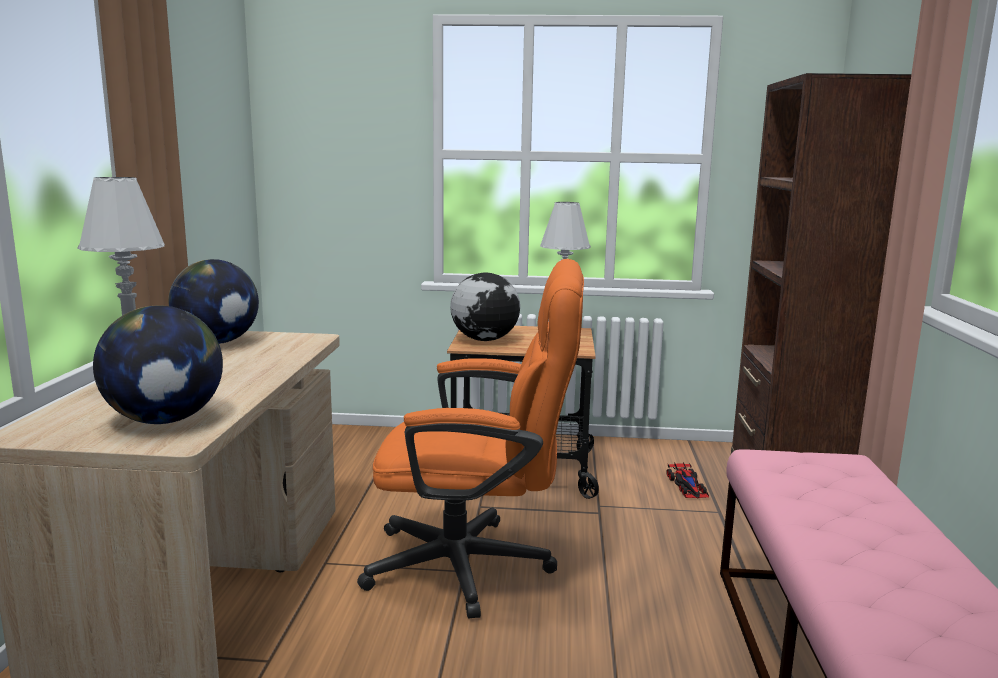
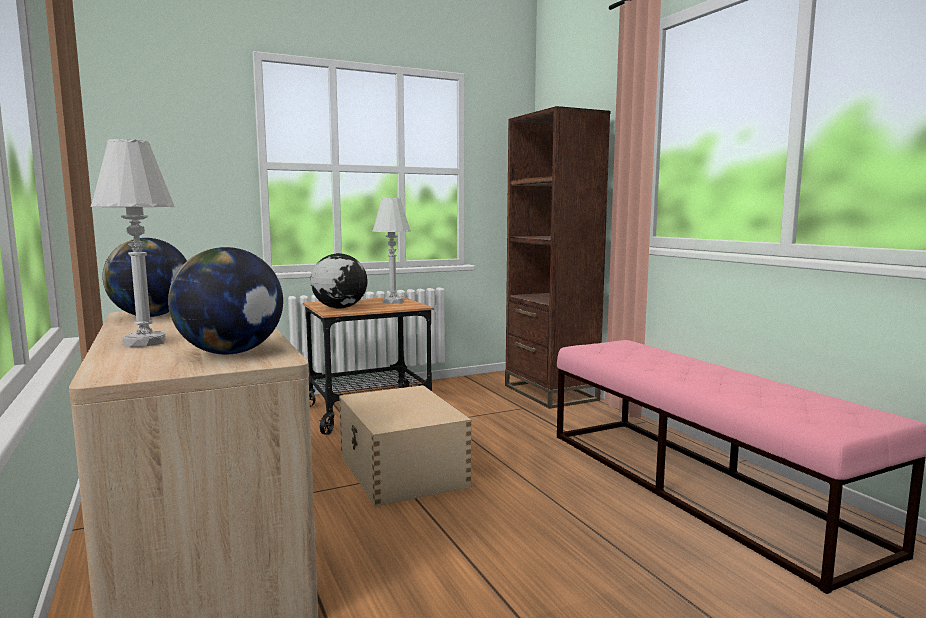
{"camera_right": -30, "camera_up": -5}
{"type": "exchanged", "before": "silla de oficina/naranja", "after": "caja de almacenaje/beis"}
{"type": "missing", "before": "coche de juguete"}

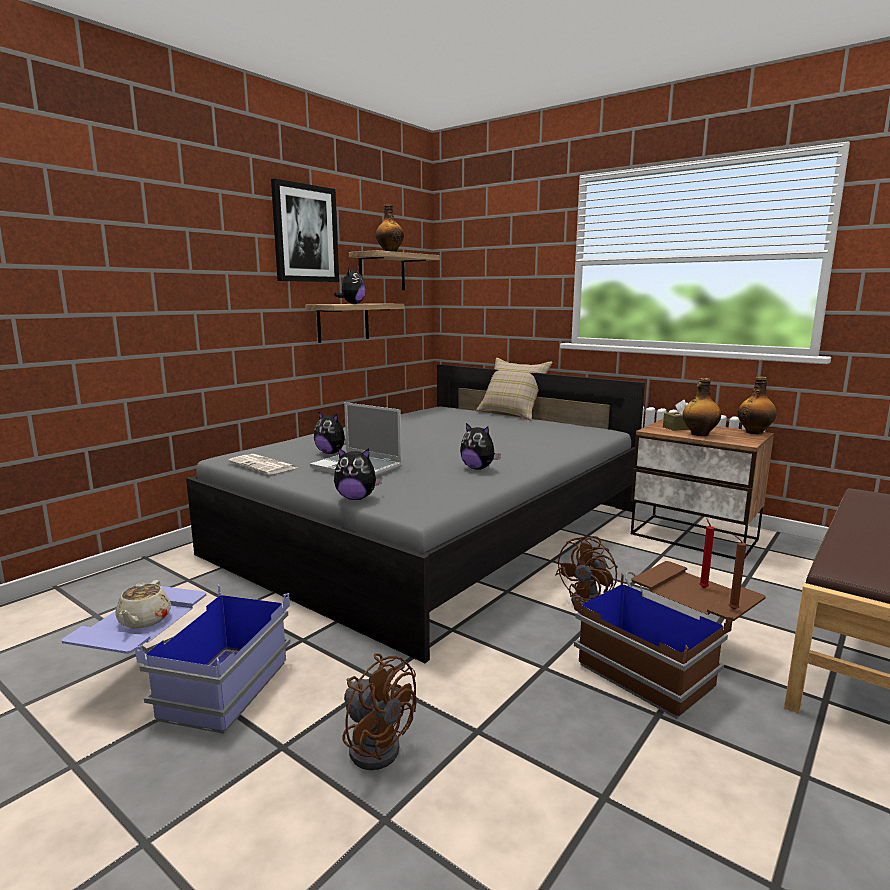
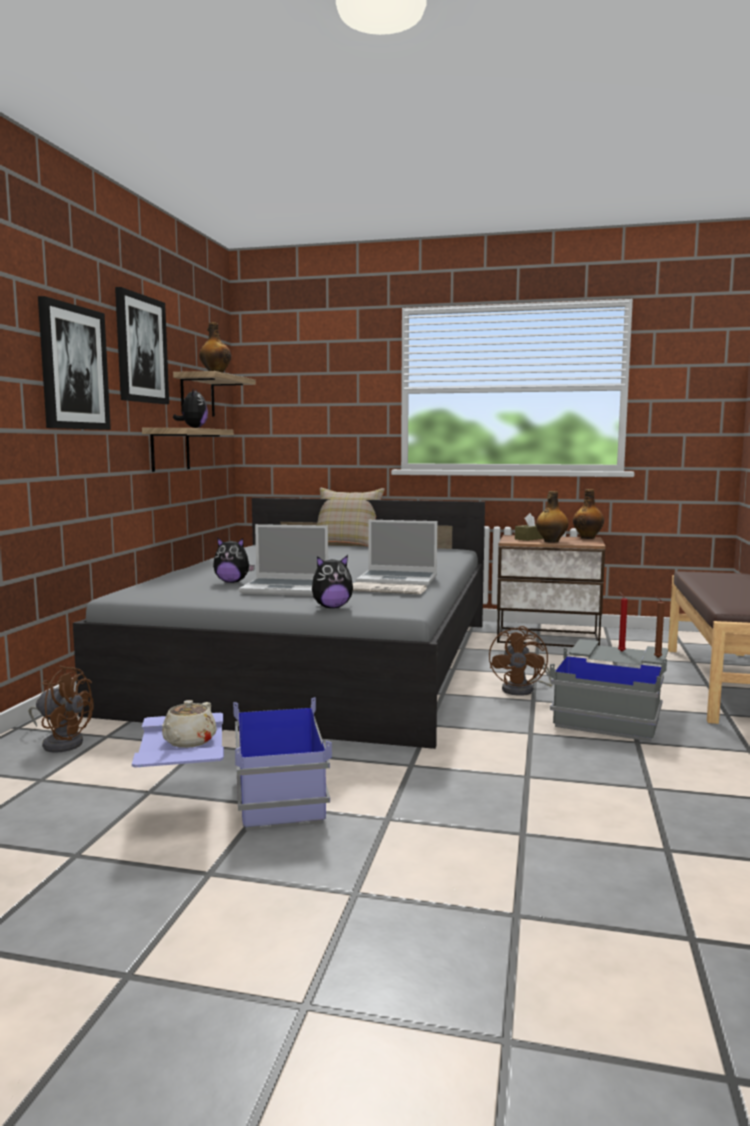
{"camera_right": -25, "camera_up": -5}
{"type": "relocated", "before": "ventilador/marrón (no. 1 from left)"}
{"type": "appeared", "after": "cuadro (no. 1 from left)"}
{"type": "spun", "before": "tetera/beis", "turn": 45}
{"type": "relocated", "before": "periódico"}
{"type": "exchanged", "before": "peluche (no. 4 from left)", "after": "portátil (no. 2 from left)"}
{"type": "colour", "before": "caja de almacenaje/marrón", "after": "caja de almacenaje/gris"}

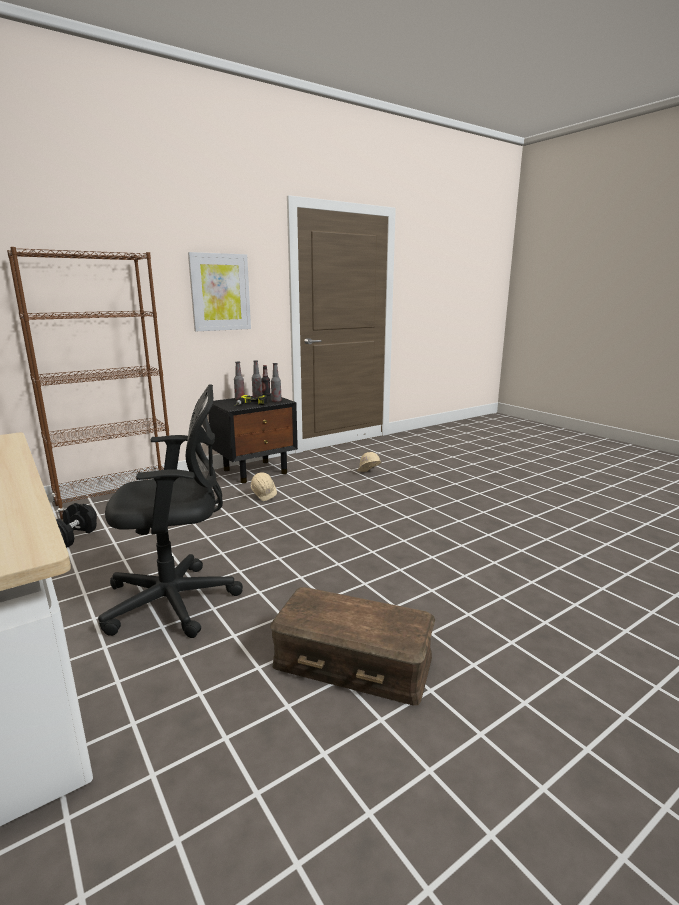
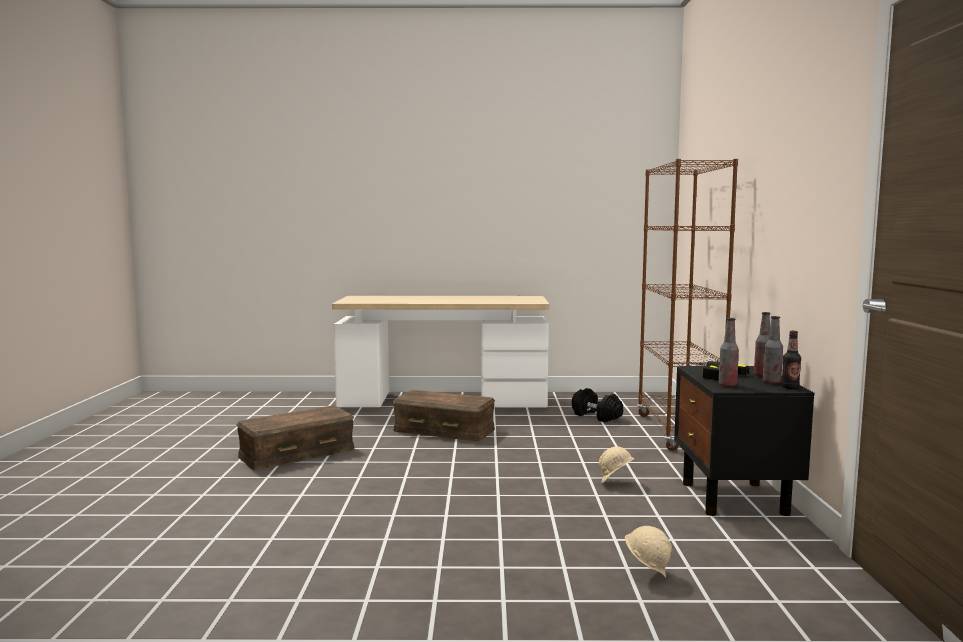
{"camera_right": 125, "camera_up": -10}
{"type": "exchanged", "before": "silla de oficina/negro", "after": "caja de almacenaje/marrón (no. 2 from left)"}
{"type": "missing", "before": "cuadro"}

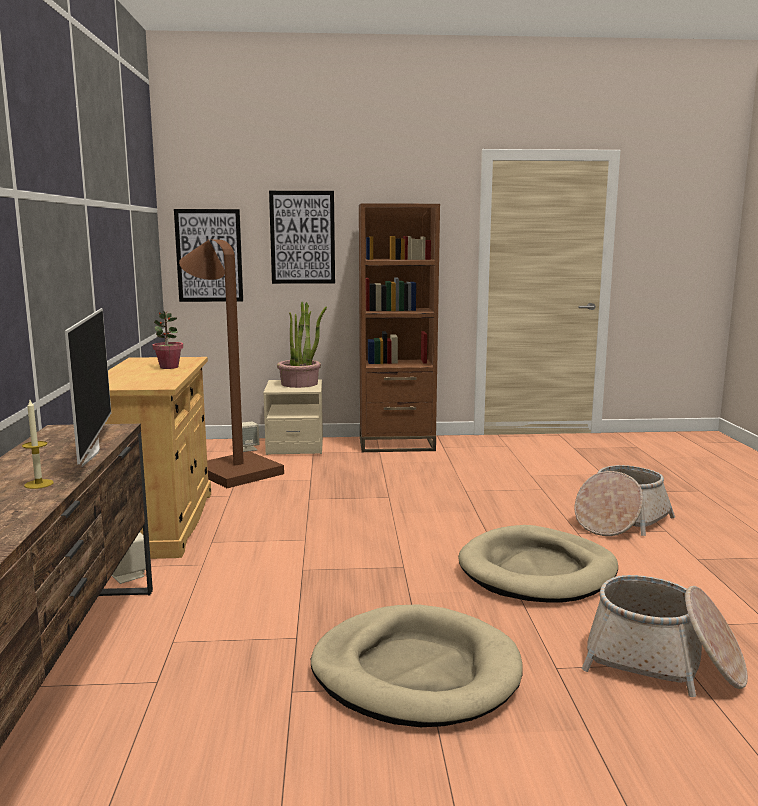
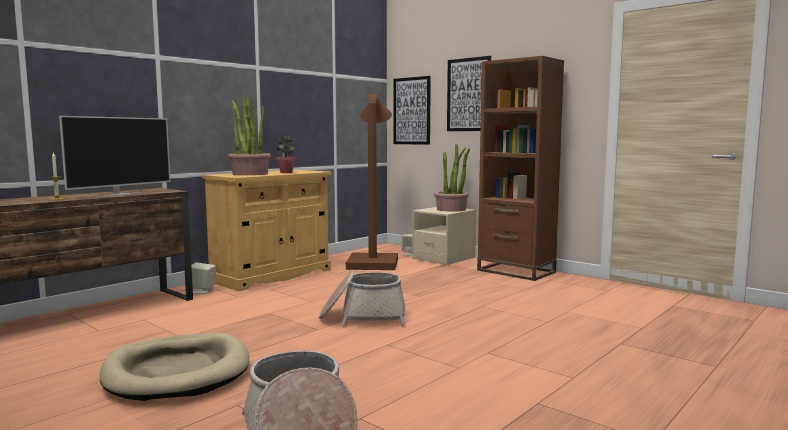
{"camera_right": 45, "camera_up": -5}
{"type": "appeared", "after": "planta en maceta (no. 1 from left)"}
{"type": "relocated", "before": "cesta (no. 1 from left in the first image)", "after": "cesta (no. 2 from left)"}
{"type": "missing", "before": "cama para perro/beis (no. 2 from left)"}

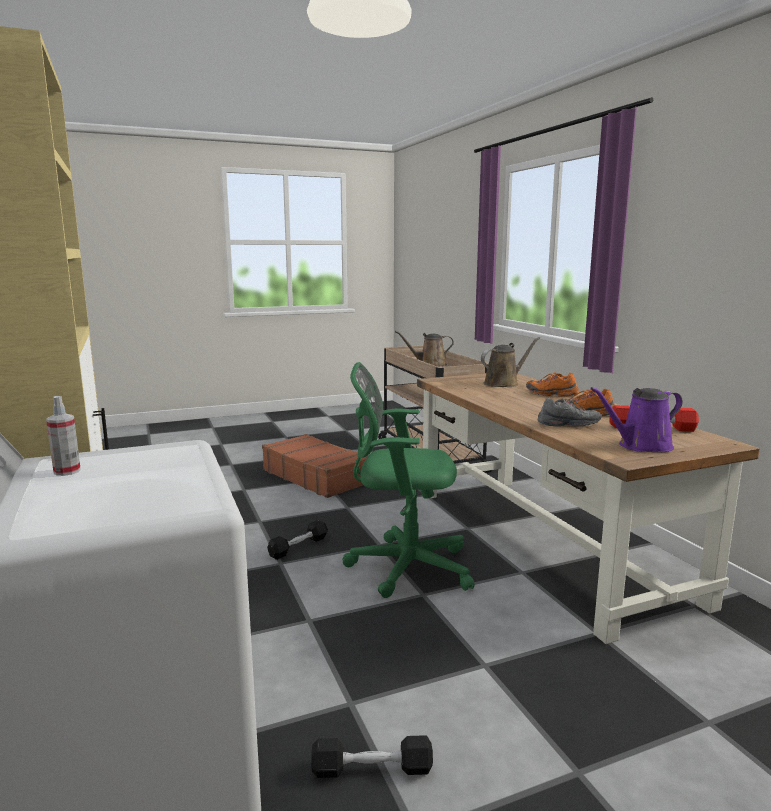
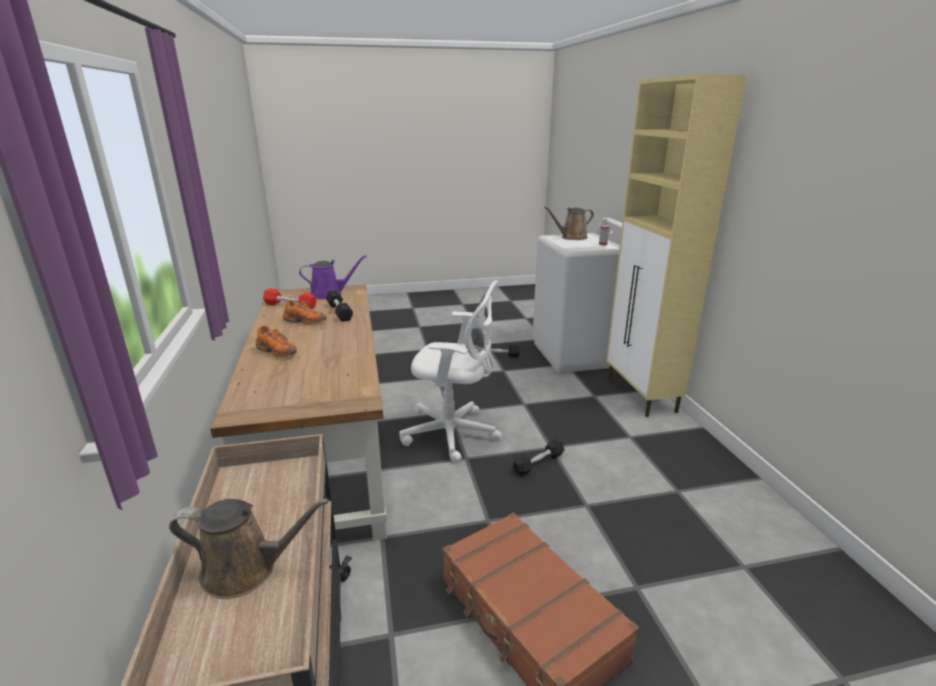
{"camera_right": -170, "camera_up": 10}
{"type": "exchanged", "before": "zapato/gris", "after": "mancuerna/negro (no. 1 from left)"}
{"type": "colour", "before": "silla de oficina/verde", "after": "silla de oficina/blanco"}
{"type": "relocated", "before": "regadera/marrón (no. 2 from left)"}

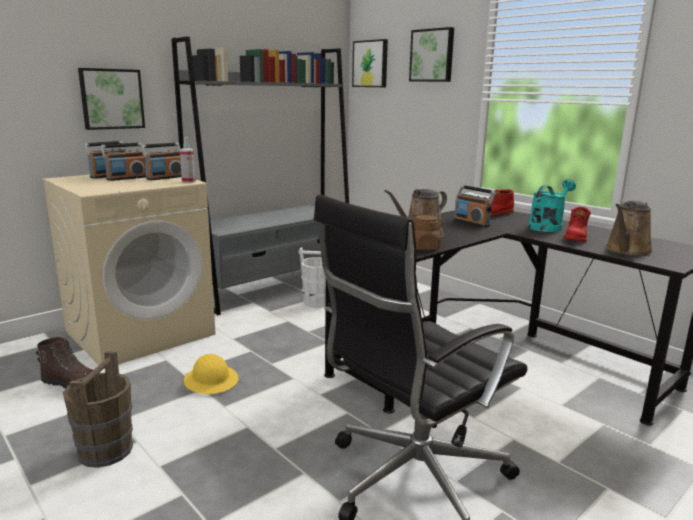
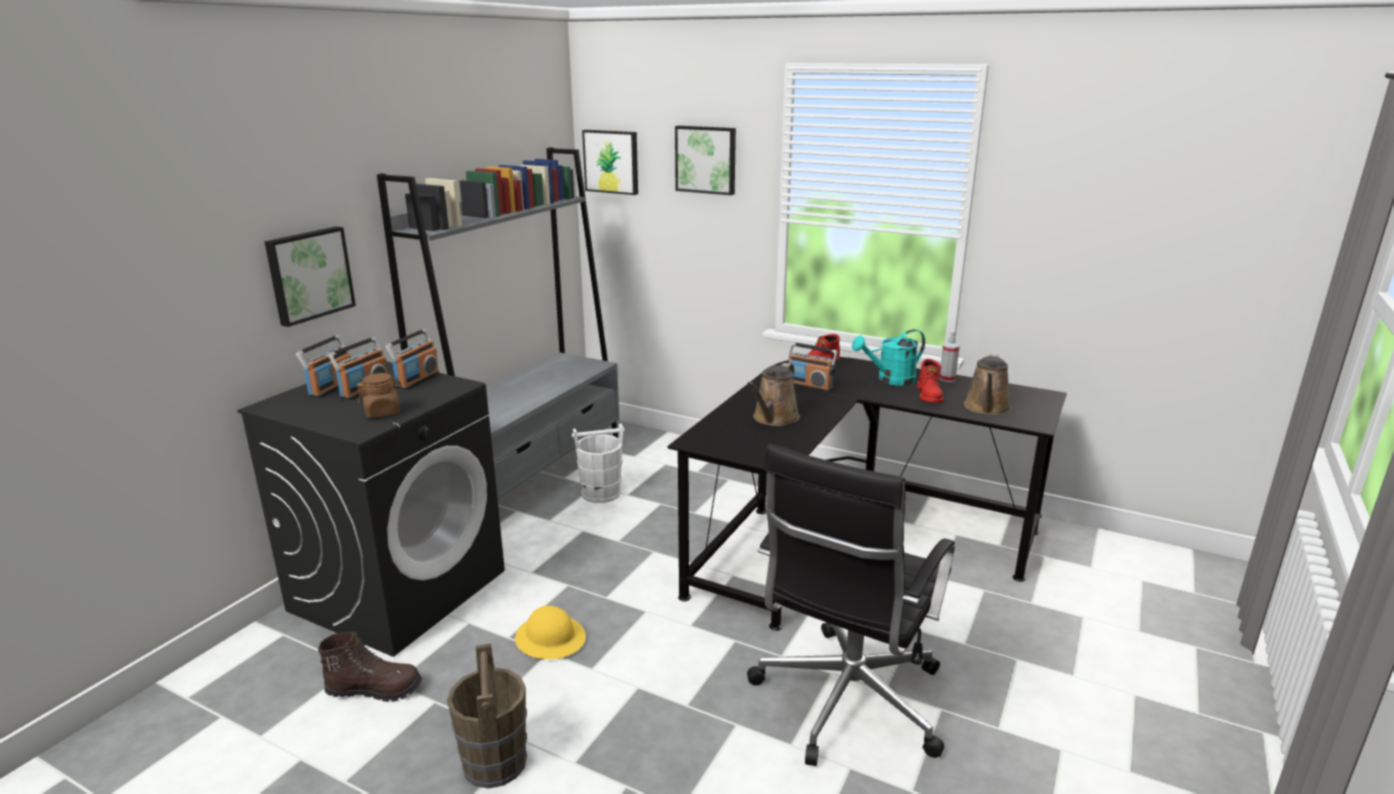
{"camera_right": -20, "camera_up": 5}
{"type": "colour", "before": "lavadora/beis", "after": "lavadora/negro"}
{"type": "relocated", "before": "tarro/marrón"}
{"type": "spun", "before": "regadera/turquesa", "turn": -135}
{"type": "relocated", "before": "pulverizador"}

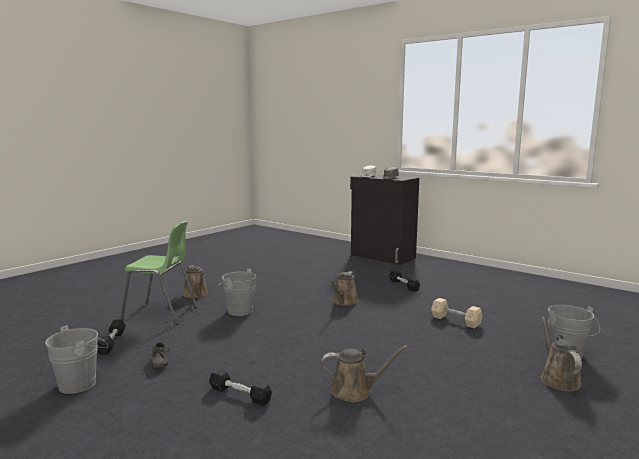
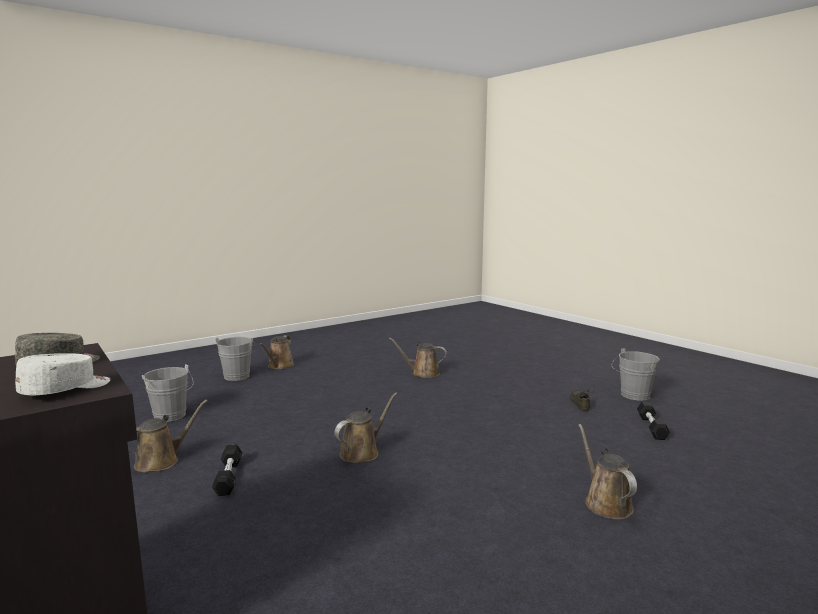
{"camera_right": -165, "camera_up": 0}
{"type": "appeared", "after": "regadera/marrón (no. 1 from left)"}
{"type": "relocated", "before": "cubo/gris (no. 2 from left in the first image)", "after": "cubo/gris (no. 1 from left)"}
{"type": "missing", "before": "silla/verde"}
{"type": "missing", "before": "mancuerna/negro (no. 2 from left)"}
{"type": "missing", "before": "mancuerna/beis"}

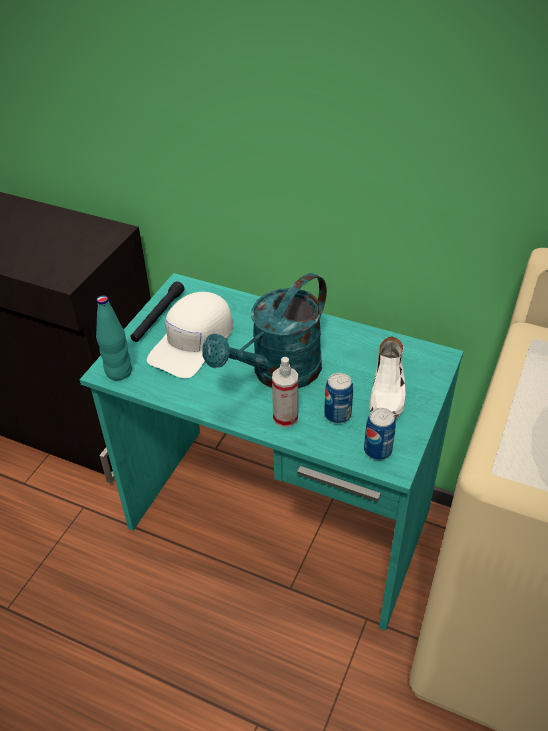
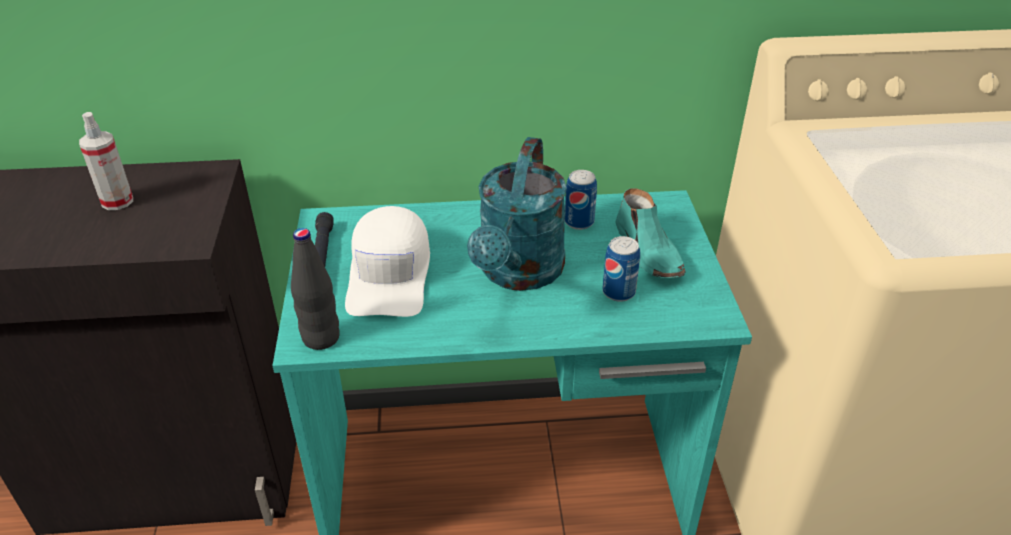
{"camera_right": -30, "camera_up": -5}
{"type": "relocated", "before": "pulverizador"}
{"type": "colour", "before": "botella/turquesa", "after": "botella/negro"}
{"type": "relocated", "before": "lata (no. 2 from left in the first image)", "after": "lata (no. 1 from left)"}
{"type": "colour", "before": "zapato/blanco", "after": "zapato/turquesa"}

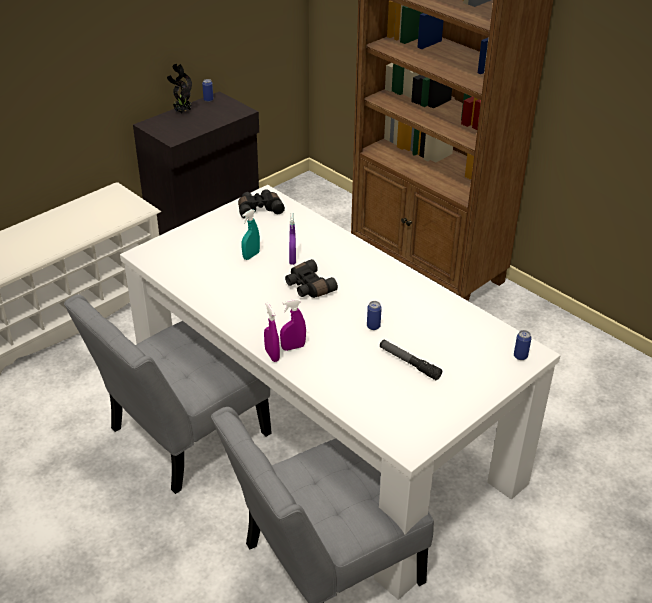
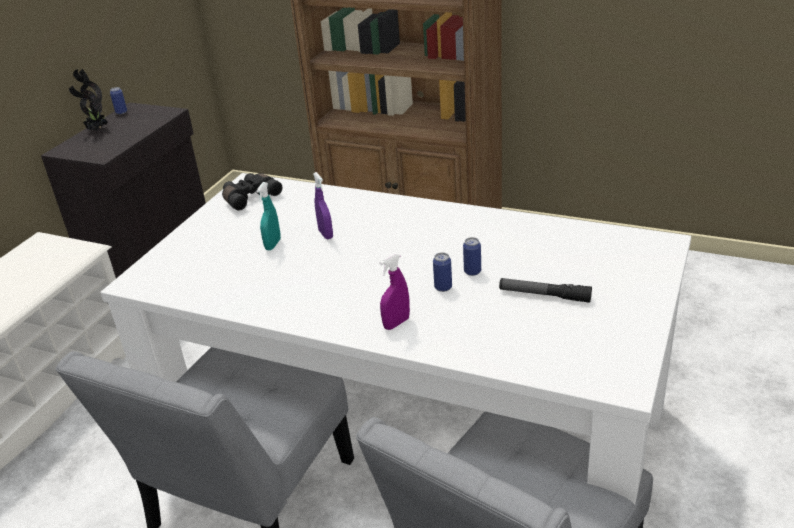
{"camera_right": -20, "camera_up": -5}
{"type": "relocated", "before": "lata (no. 3 from left in the first image)", "after": "lata (no. 2 from left)"}
{"type": "missing", "before": "pulverizador/morado (no. 1 from left)"}
{"type": "missing", "before": "prismáticos/negro (no. 2 from left)"}

